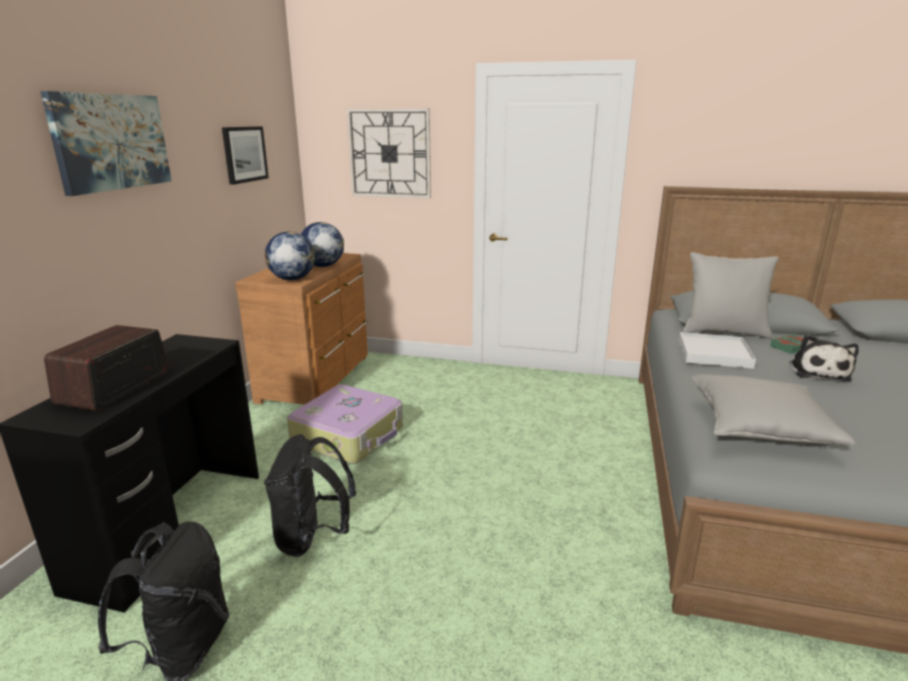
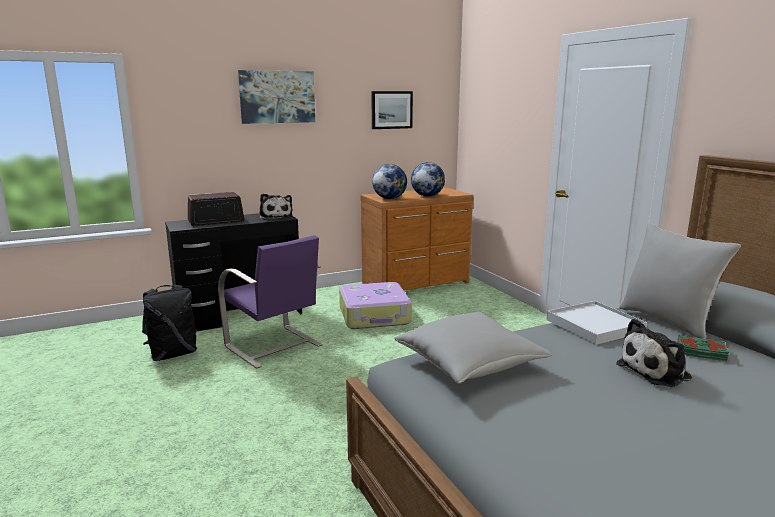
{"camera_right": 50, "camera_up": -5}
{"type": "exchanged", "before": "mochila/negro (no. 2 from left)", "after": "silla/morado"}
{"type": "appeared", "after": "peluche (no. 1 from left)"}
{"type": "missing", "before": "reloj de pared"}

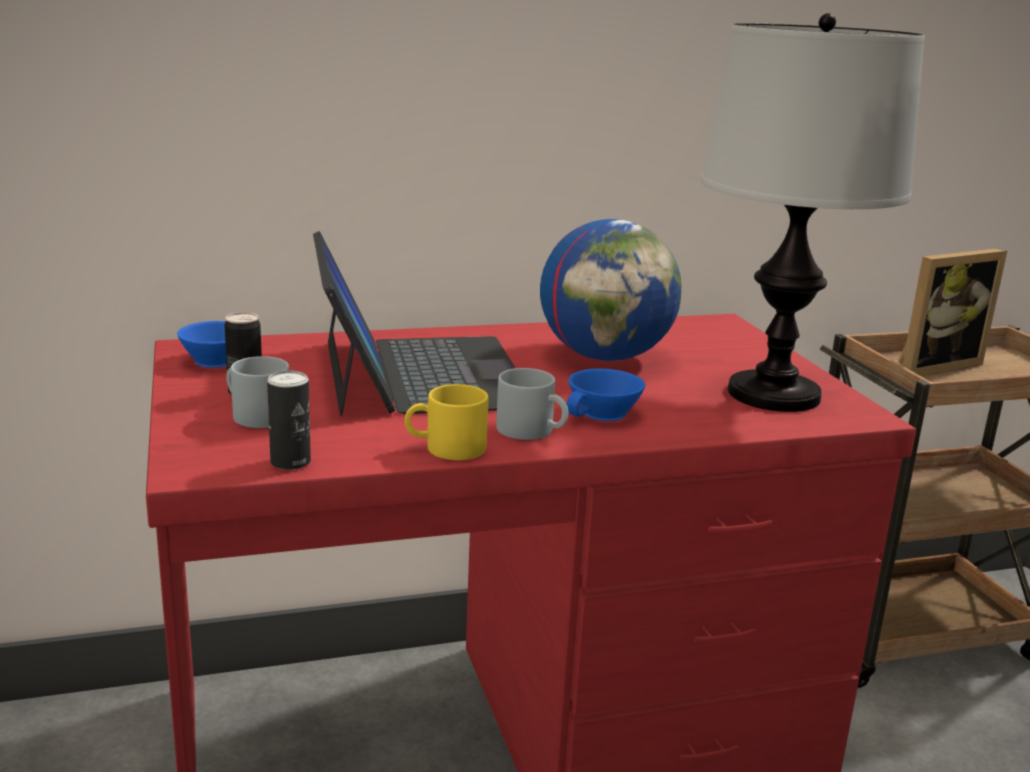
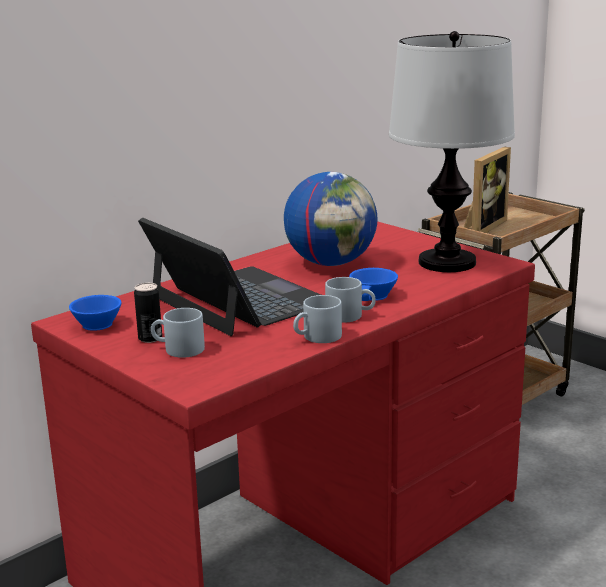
{"camera_right": -25, "camera_up": 0}
{"type": "colour", "before": "taza grande/amarillo", "after": "taza grande/gris (no. 2 from left)"}
{"type": "missing", "before": "lata (no. 2 from left)"}

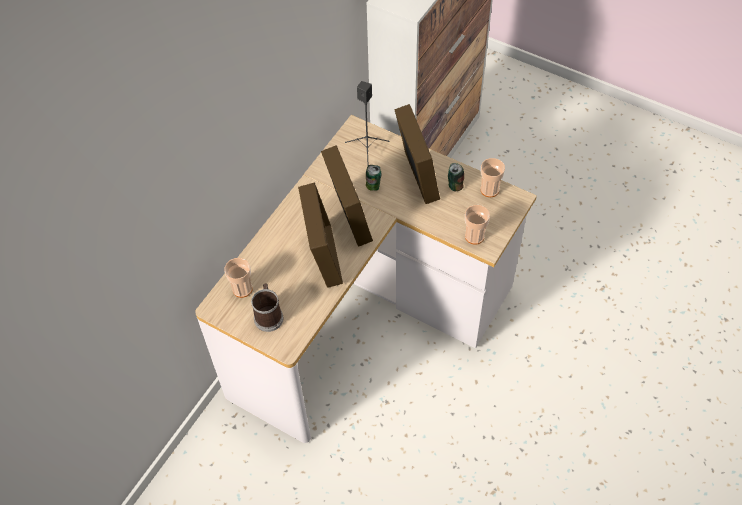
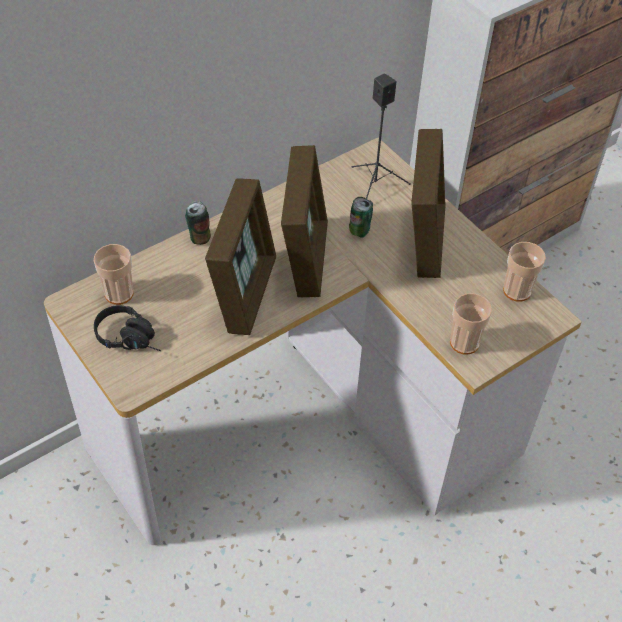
{"camera_right": 20, "camera_up": -5}
{"type": "exchanged", "before": "taza grande", "after": "auriculares/negro"}
{"type": "relocated", "before": "lata (no. 2 from left in the first image)", "after": "lata (no. 1 from left)"}

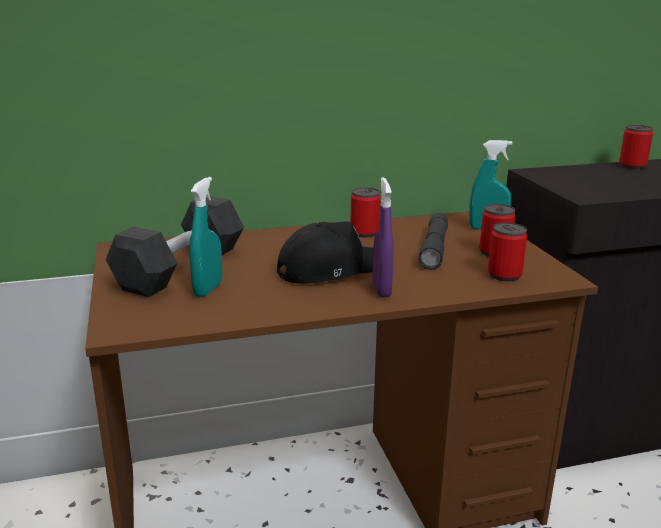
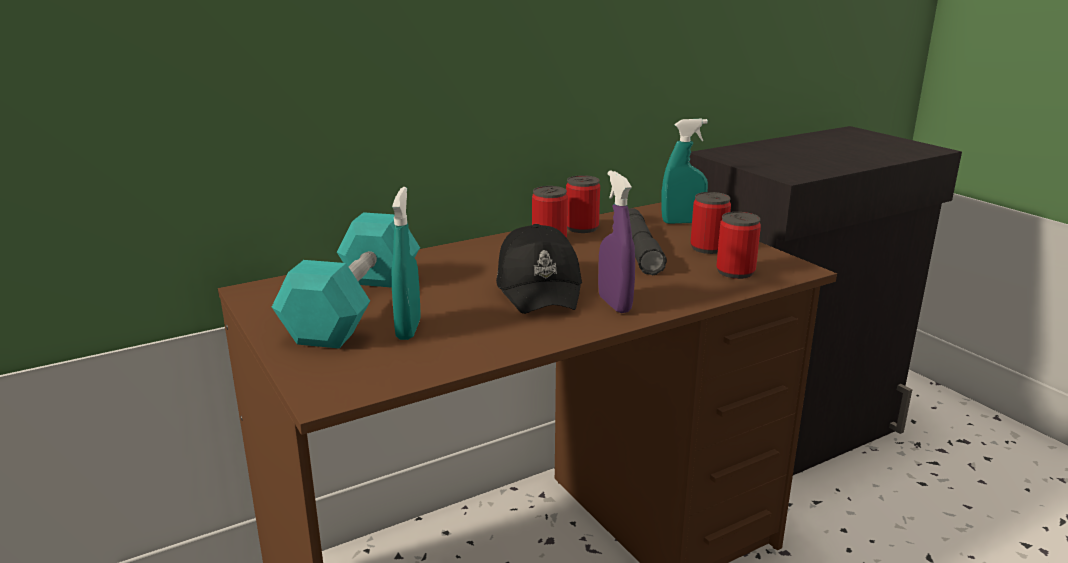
{"camera_right": -15, "camera_up": 0}
{"type": "colour", "before": "mancuerna/negro", "after": "mancuerna/turquesa"}
{"type": "spun", "before": "gorra/negro", "turn": 120}
{"type": "relocated", "before": "lata (no. 4 from left in the first image)", "after": "lata (no. 2 from left)"}

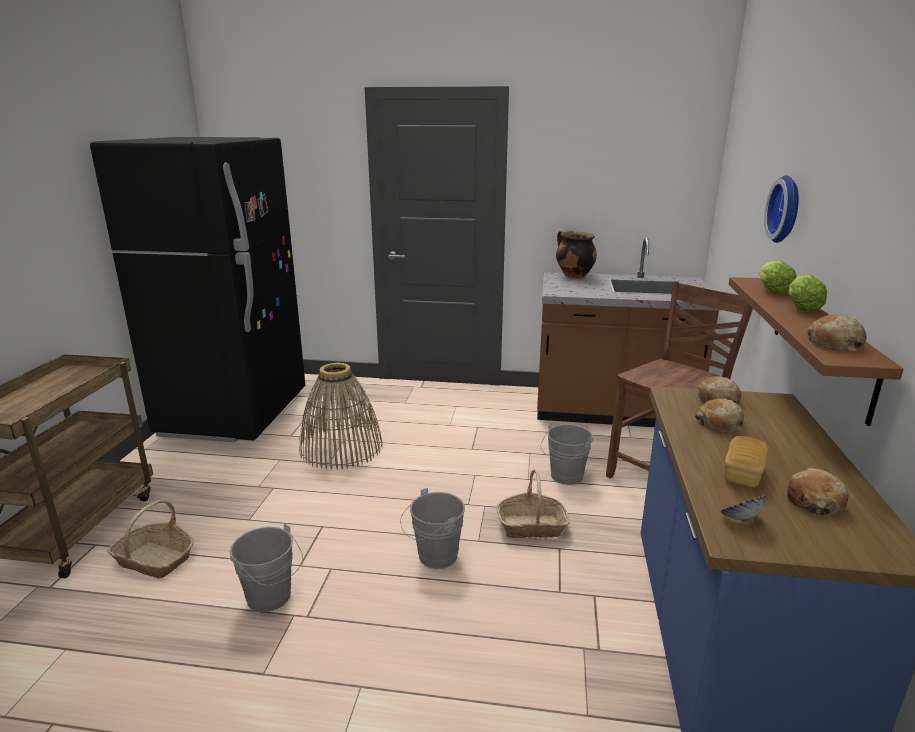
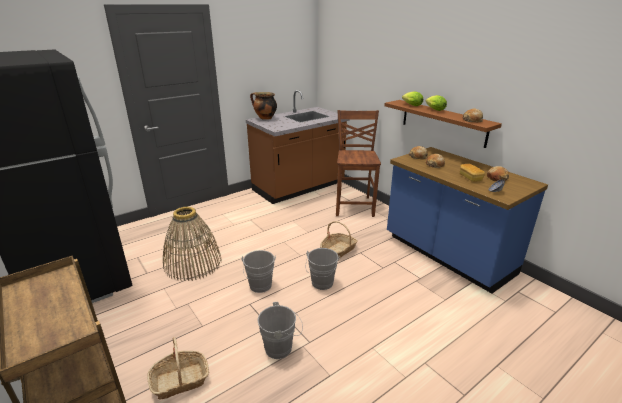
{"camera_right": -45, "camera_up": 5}
{"type": "relocated", "before": "cubo/gris (no. 3 from left in the first image)", "after": "cubo/gris (no. 1 from left)"}
{"type": "missing", "before": "reloj de pared"}

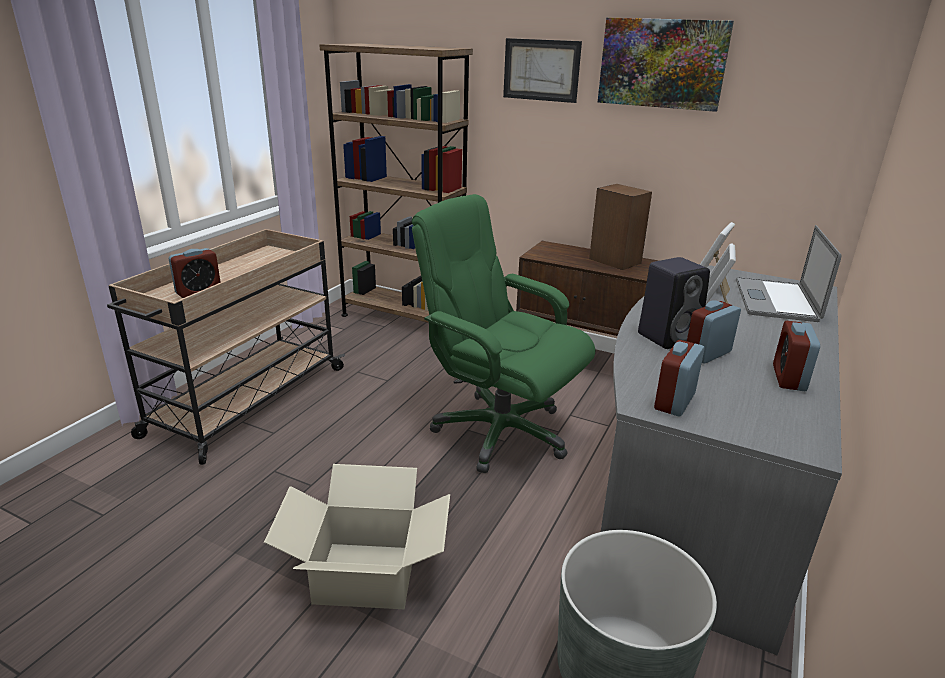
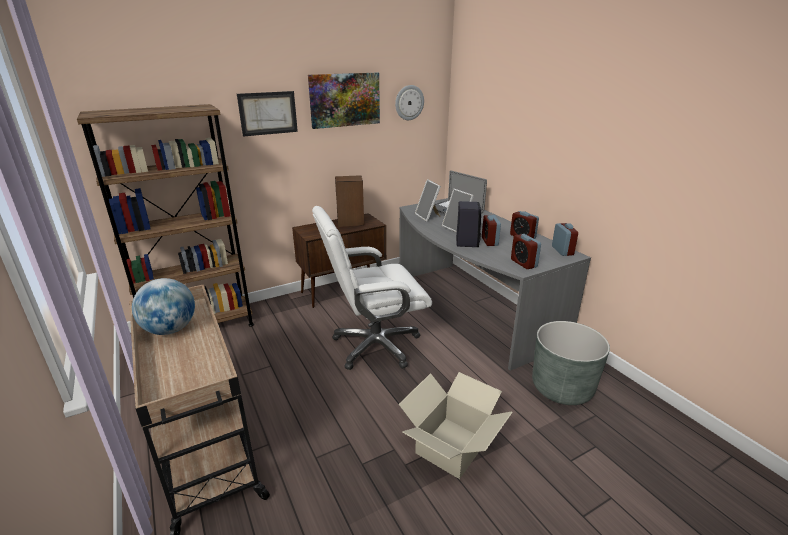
{"camera_right": -55, "camera_up": 0}
{"type": "appeared", "after": "globo terráqueo"}
{"type": "colour", "before": "silla de oficina/verde", "after": "silla de oficina/blanco"}
{"type": "appeared", "after": "reloj de pared"}
{"type": "relocated", "before": "despertador (no. 1 from left in the first image)", "after": "despertador (no. 4 from left)"}

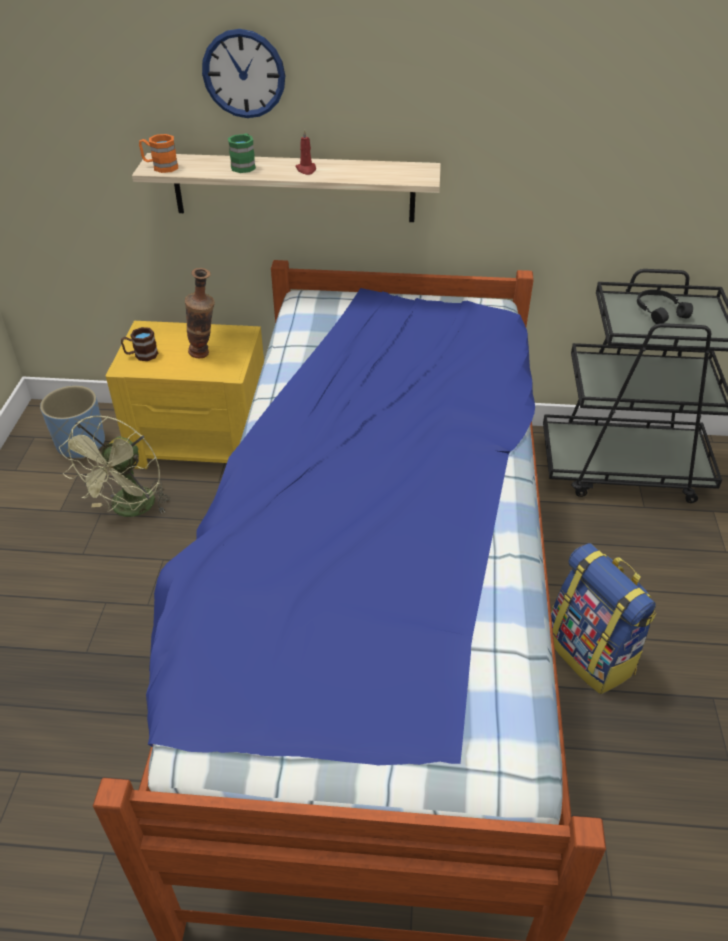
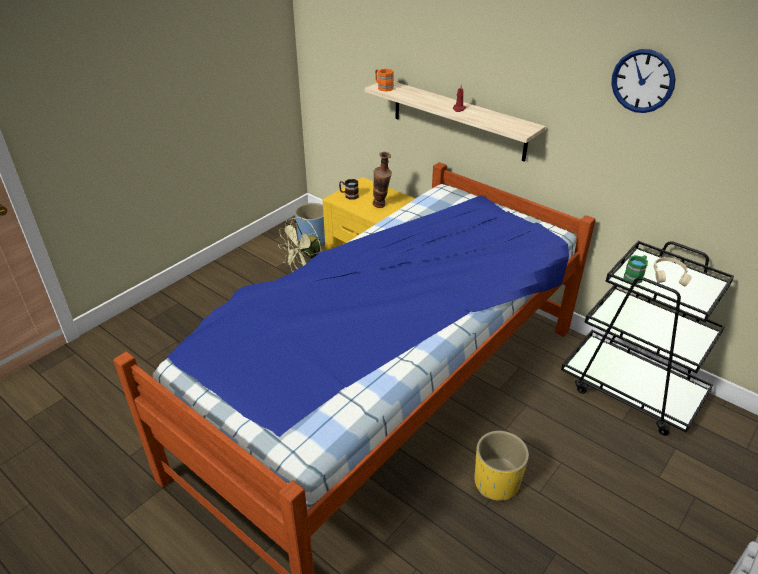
{"camera_right": 35, "camera_up": -5}
{"type": "exchanged", "before": "mochila", "after": "maceta/amarillo"}
{"type": "relocated", "before": "reloj de pared"}
{"type": "relocated", "before": "taza grande/verde"}
{"type": "colour", "before": "auriculares/negro", "after": "auriculares/beis"}

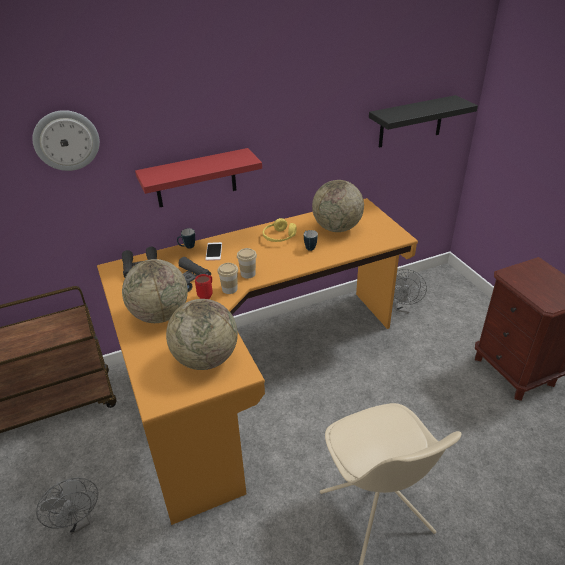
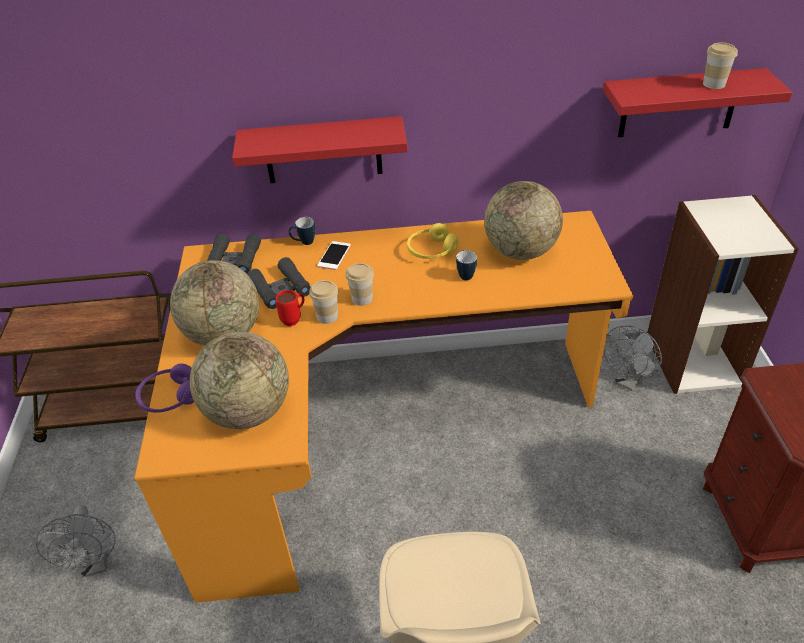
{"camera_right": 20, "camera_up": 5}
{"type": "appeared", "after": "auriculares/morado"}
{"type": "colour", "before": "estante/negro", "after": "estante/rojo (no. 2 from left)"}
{"type": "appeared", "after": "estantería"}
{"type": "appeared", "after": "taza (no. 3 from left)"}
{"type": "missing", "before": "reloj de pared"}

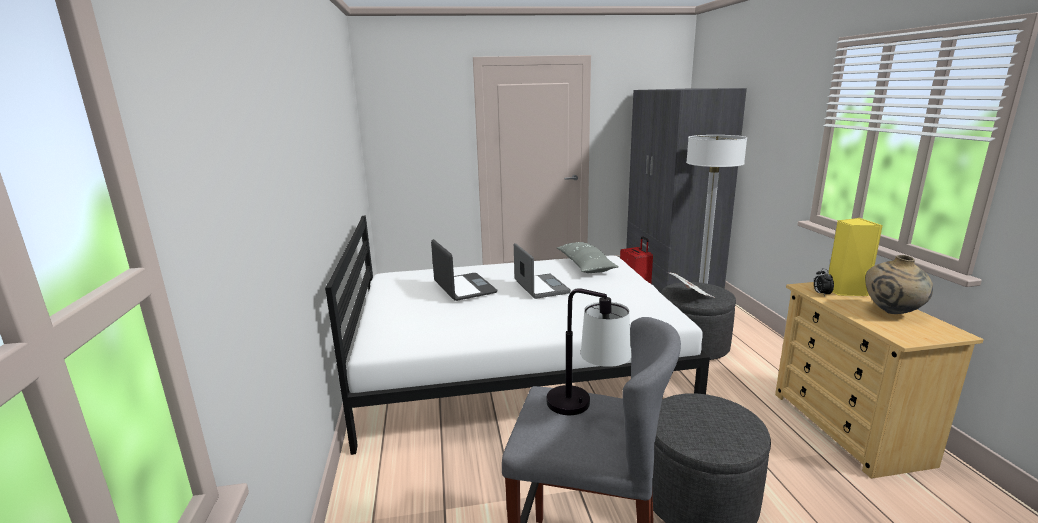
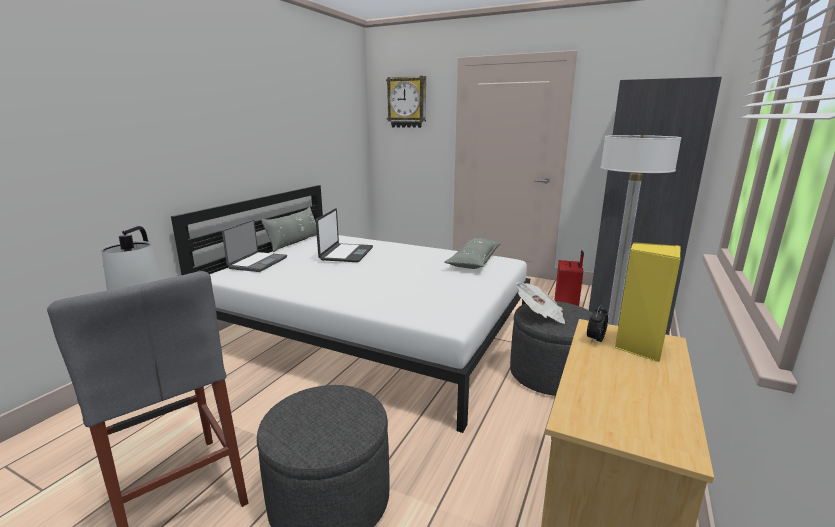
{"camera_right": 35, "camera_up": 0}
{"type": "relocated", "before": "portátil (no. 2 from left in the first image)", "after": "portátil (no. 1 from left)"}
{"type": "appeared", "after": "cojín/gris (no. 1 from left)"}
{"type": "appeared", "after": "reloj de pared"}
{"type": "missing", "before": "florero/beis"}

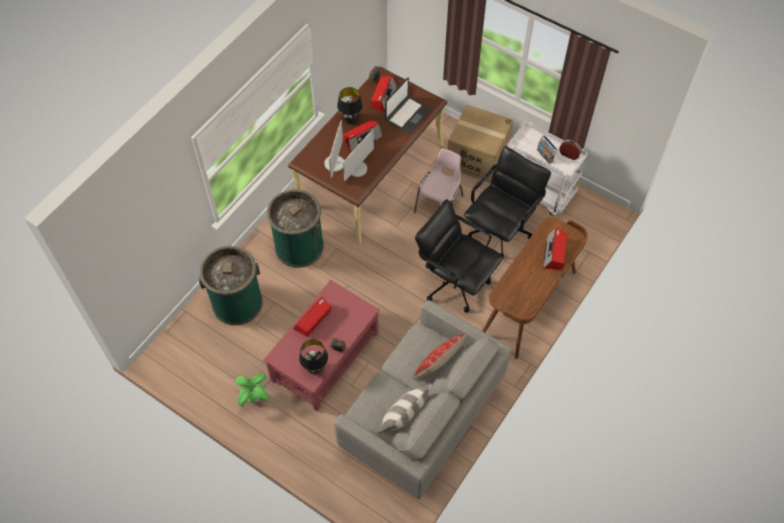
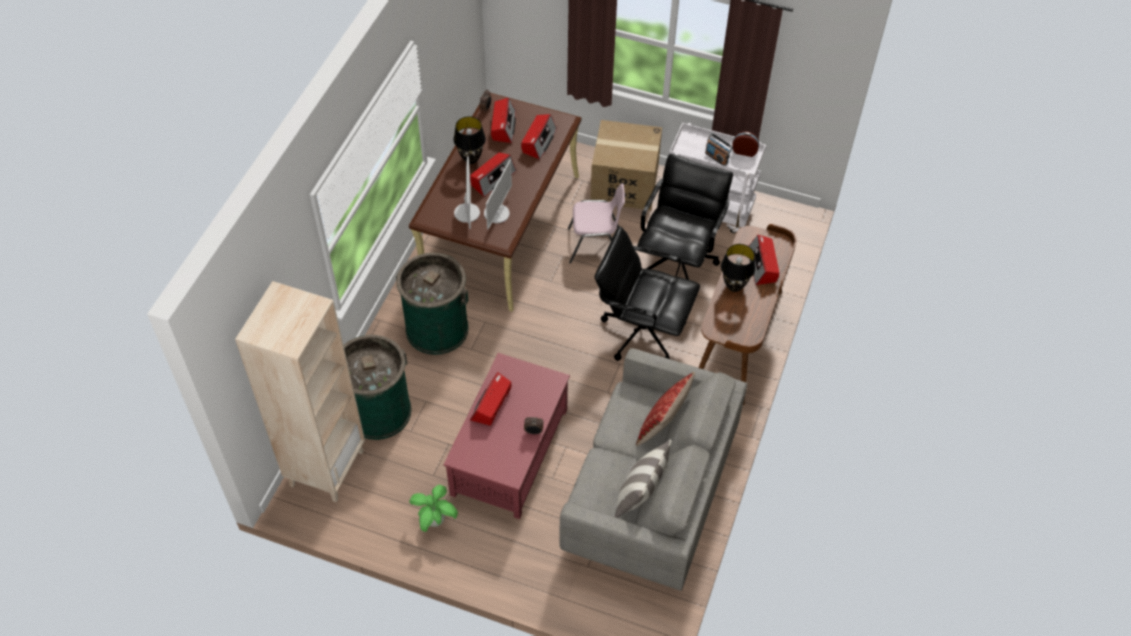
{"camera_right": -15, "camera_up": -5}
{"type": "appeared", "after": "estantería/beis"}
{"type": "exchanged", "before": "portátil", "after": "radio (no. 4 from left)"}
{"type": "spun", "before": "silla/rosa", "turn": 75}
{"type": "relocated", "before": "lámpara de mesa/negro (no. 1 from left in the first image)", "after": "lámpara de mesa/negro (no. 2 from left)"}

